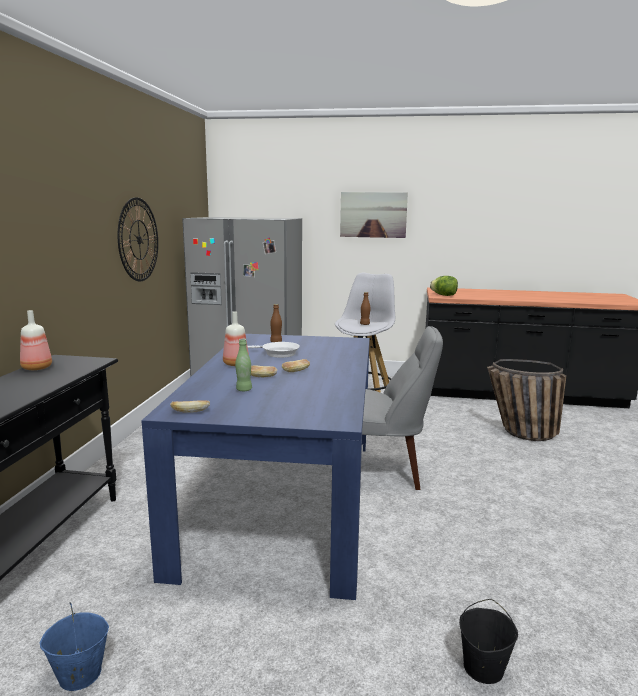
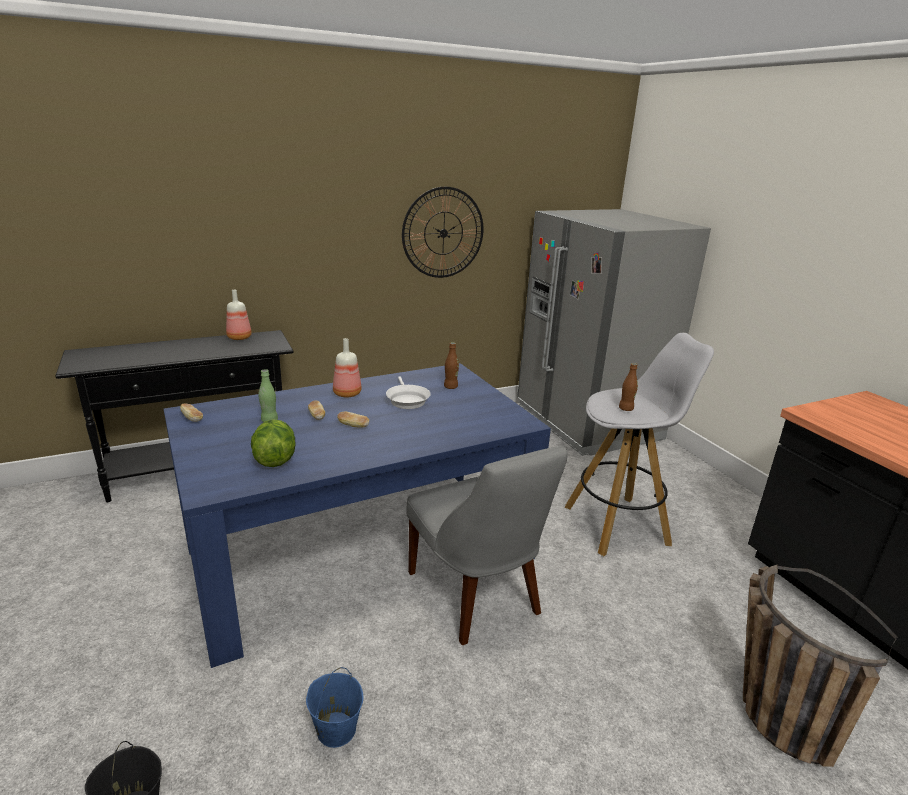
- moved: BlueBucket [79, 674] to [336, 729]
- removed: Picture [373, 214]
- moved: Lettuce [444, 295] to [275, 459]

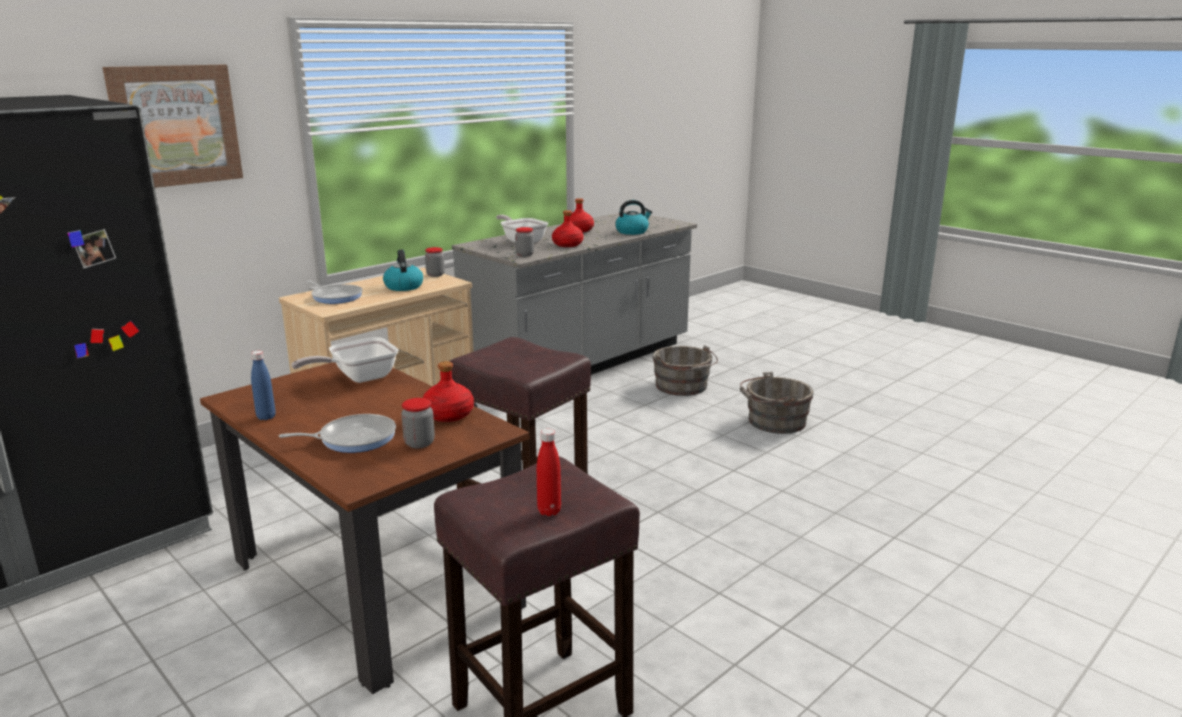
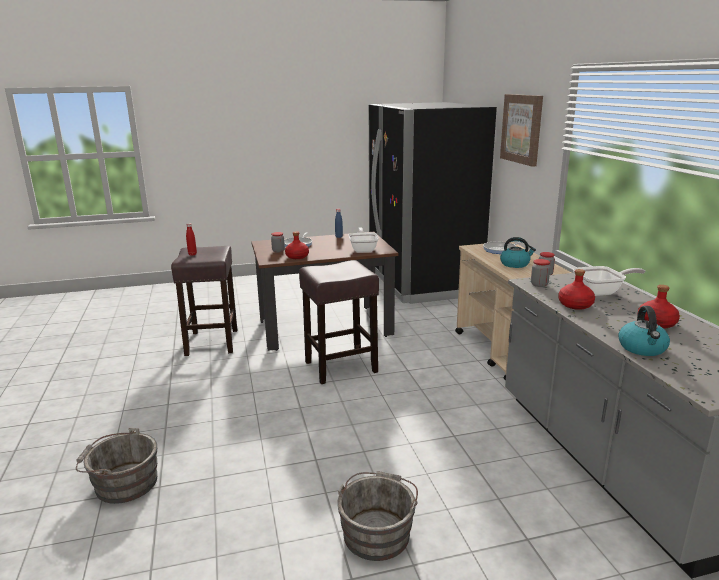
- moved: GreyBucket [683, 387] to [123, 483]

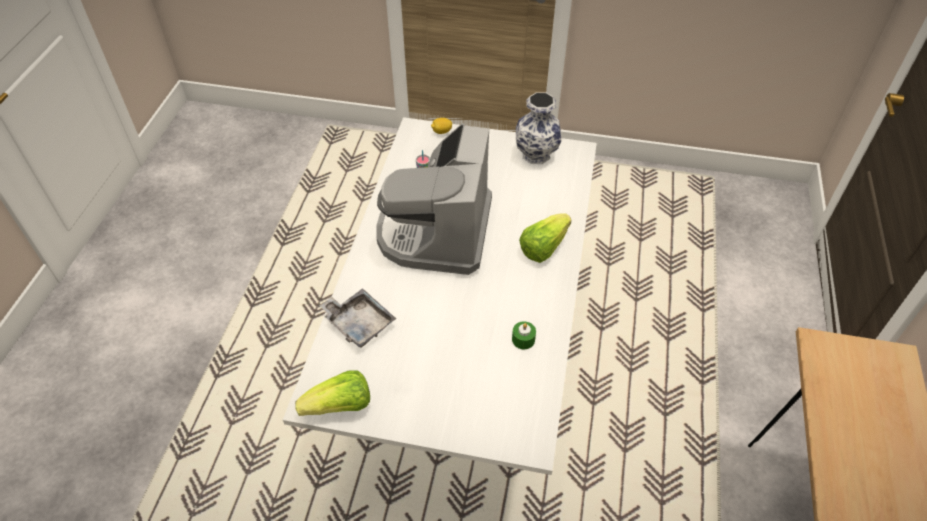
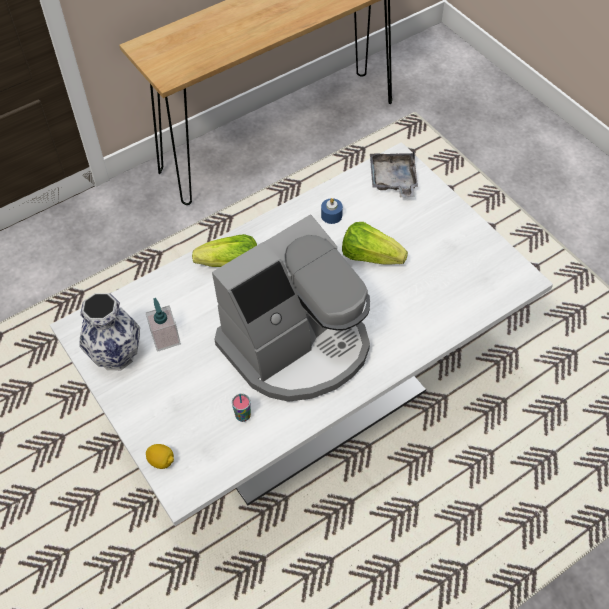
- moved: Lettuce [340, 406] to [370, 256]
- moved: GreyTray [359, 323] to [393, 180]
- recoloured: GreenCandle [523, 339] to BlueCandle [331, 215]
- added: SoapDispenser [165, 338]

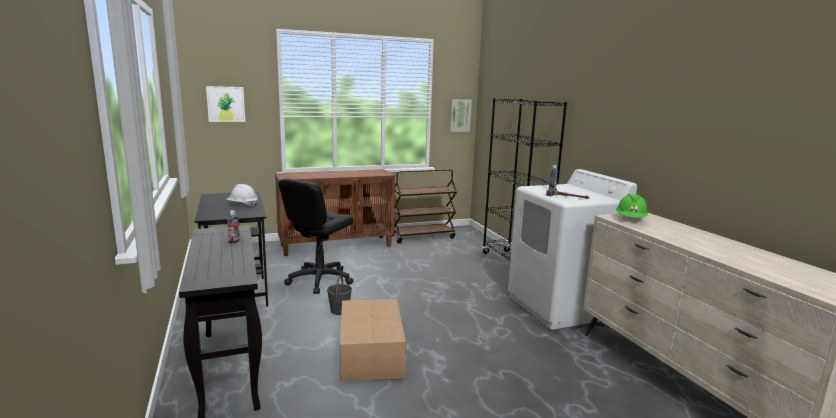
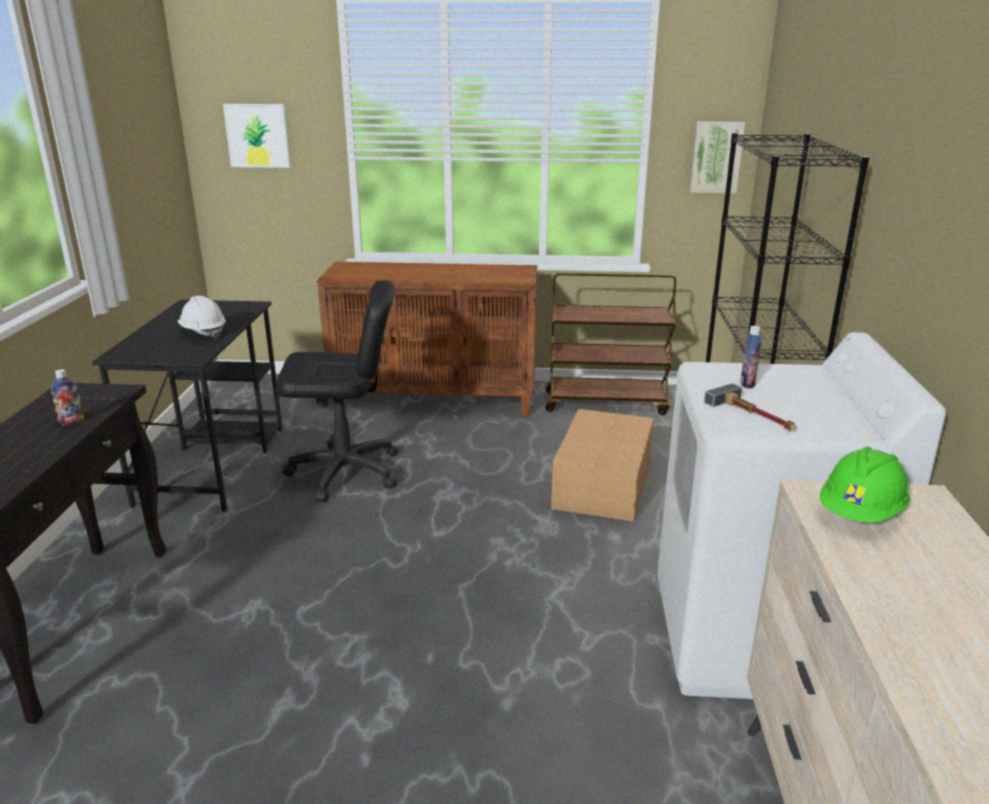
- turned: BlackOfficeChair [319, 280] = [346, 472] 150 degrees counterclockwise
- removed: GreyBucket [339, 310]
- moved: CardboardBox [371, 353] to [604, 483]

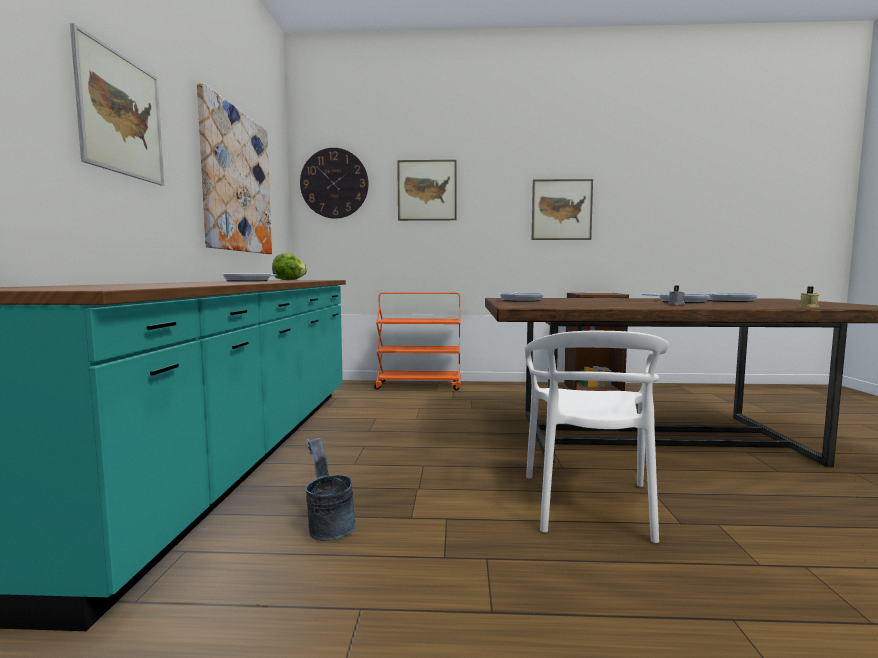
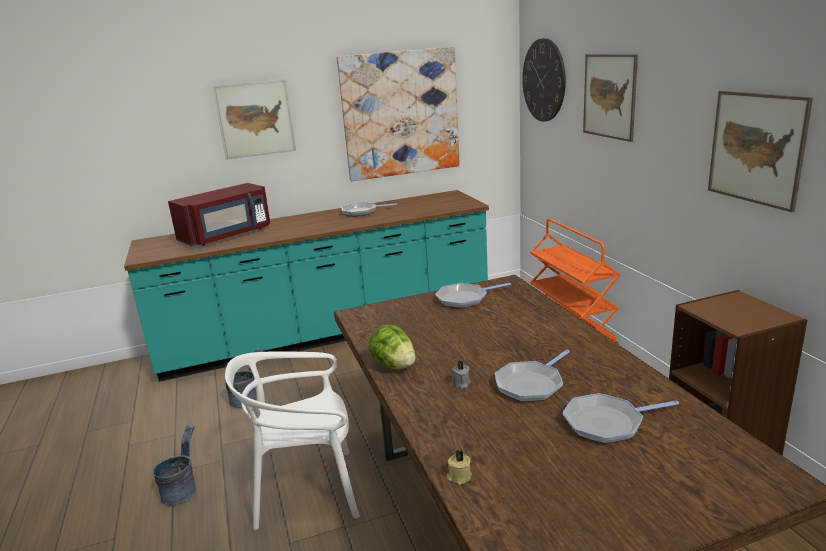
- moved: Lettuce [289, 280] to [394, 365]
- added: GreyBucket [183, 490]
- added: RedMicrowave [227, 235]

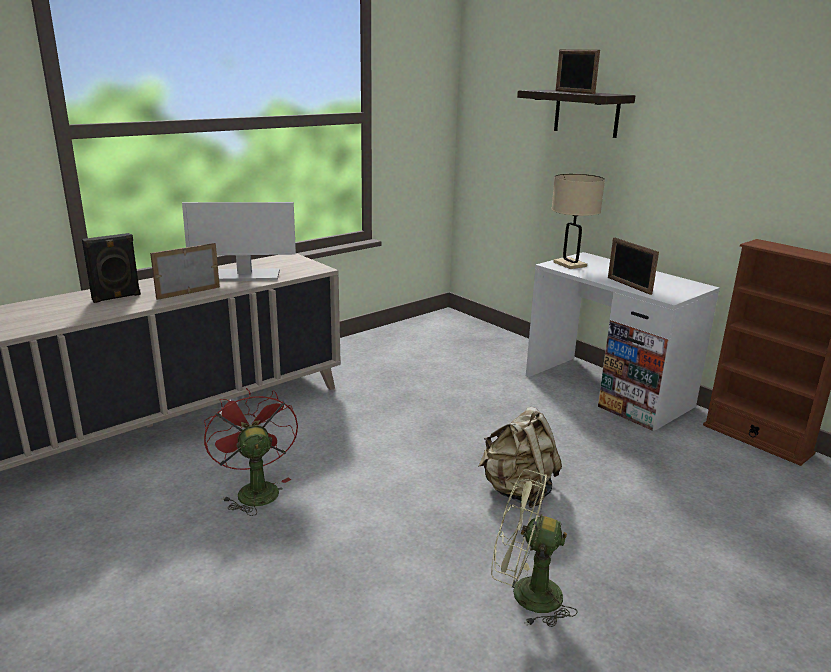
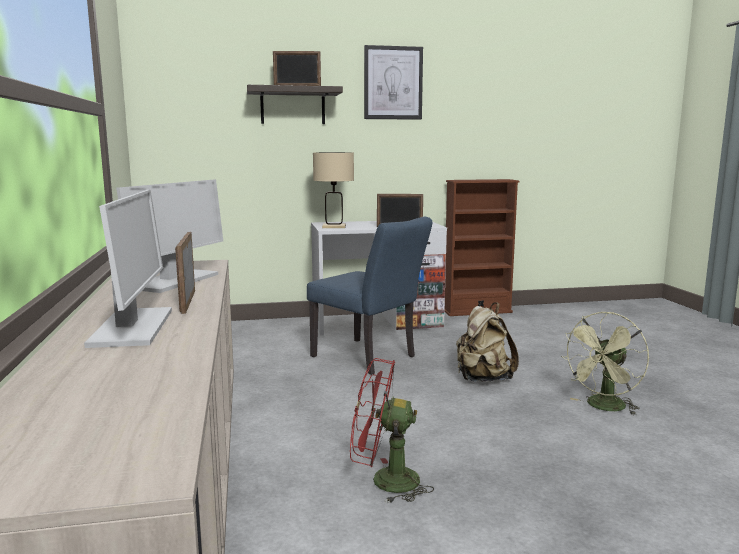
- replaced: BlackSpeaker [116, 297] to Monitor [133, 328]
- added: BlueChair [369, 358]
- added: Picture [393, 83]

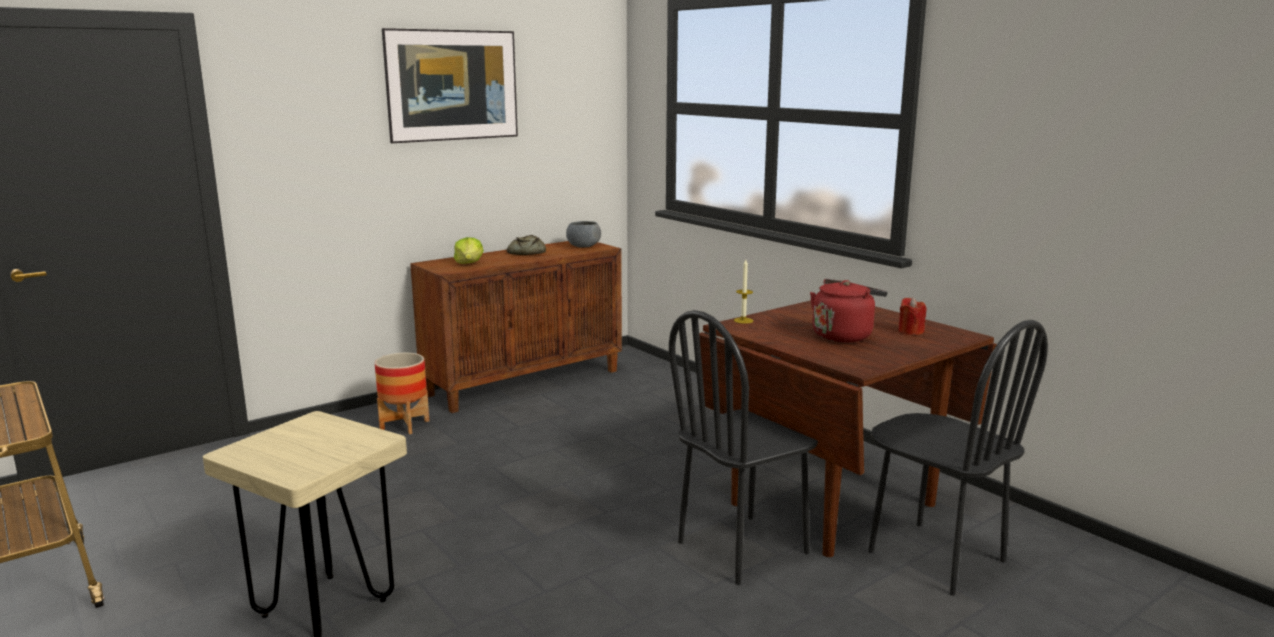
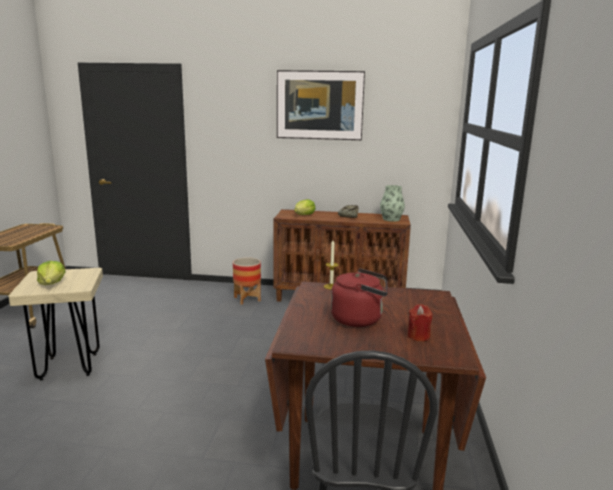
- replaced: GreyBowl [583, 246] to Vase [391, 219]
- removed: BlackChair [743, 548]
- added: Lettuce [52, 284]

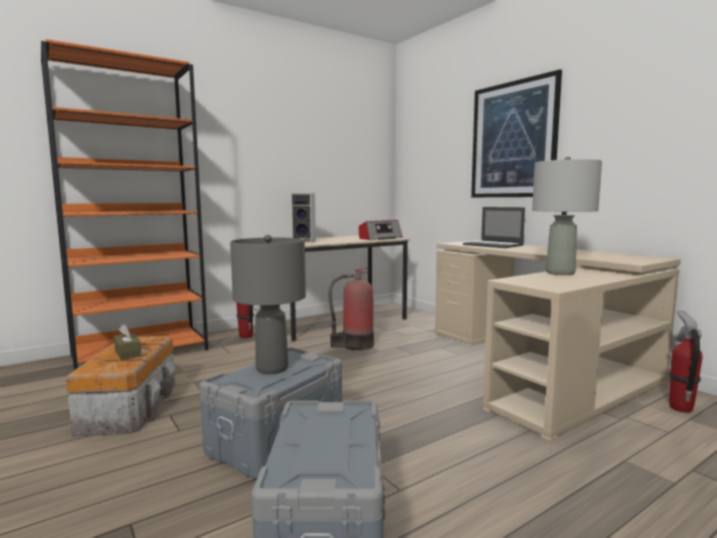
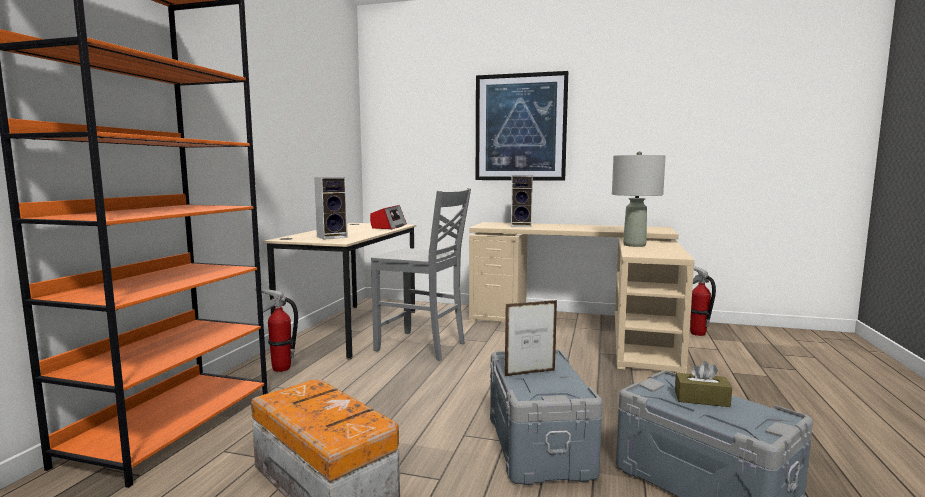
- moved: BrownTissueBox [128, 353] to [701, 399]
- replaced: GreyTableLamp [272, 368] to PictureFrame [530, 373]
- replaced: FireExtinguisher [355, 345] to GreyChair [422, 347]
- replaced: Laptop [493, 245] to Speaker [522, 225]

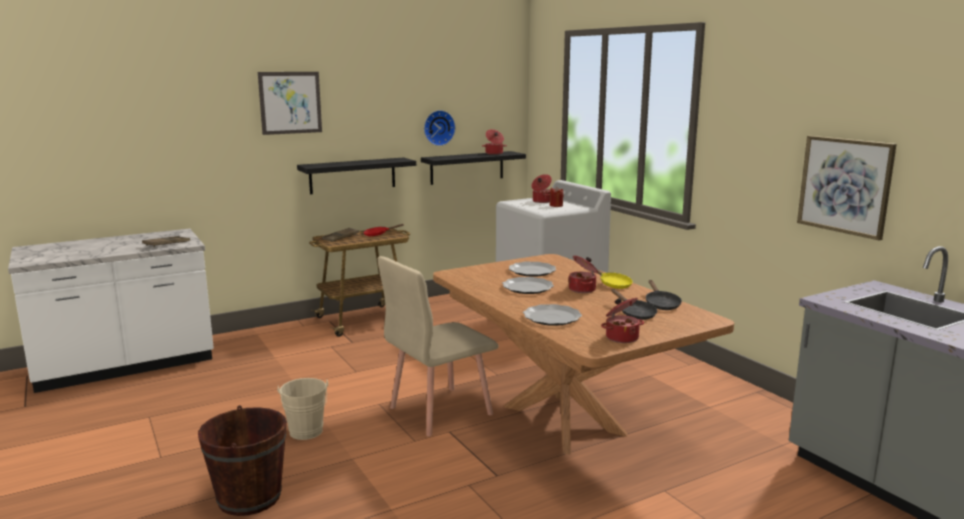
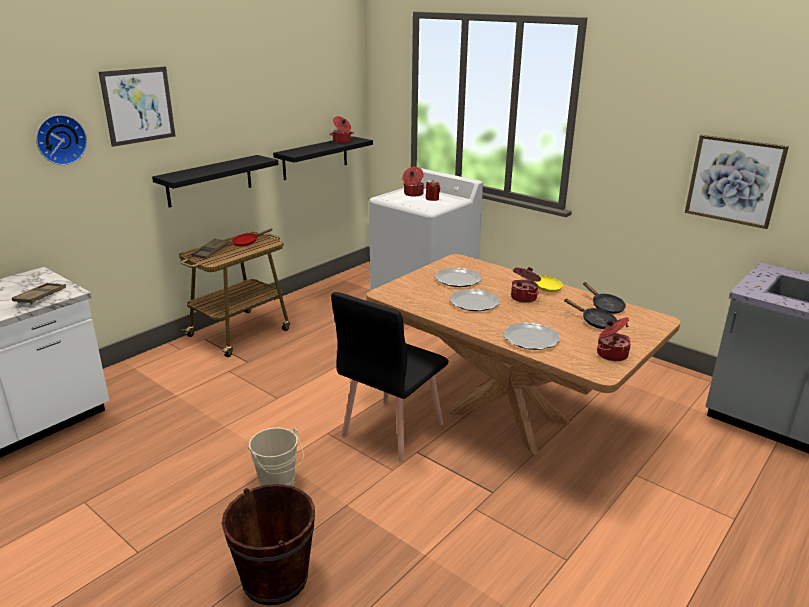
- recoloured: BeigeChair [439, 411] to BlackChair [391, 429]
- moved: WallClock [438, 127] to [60, 139]

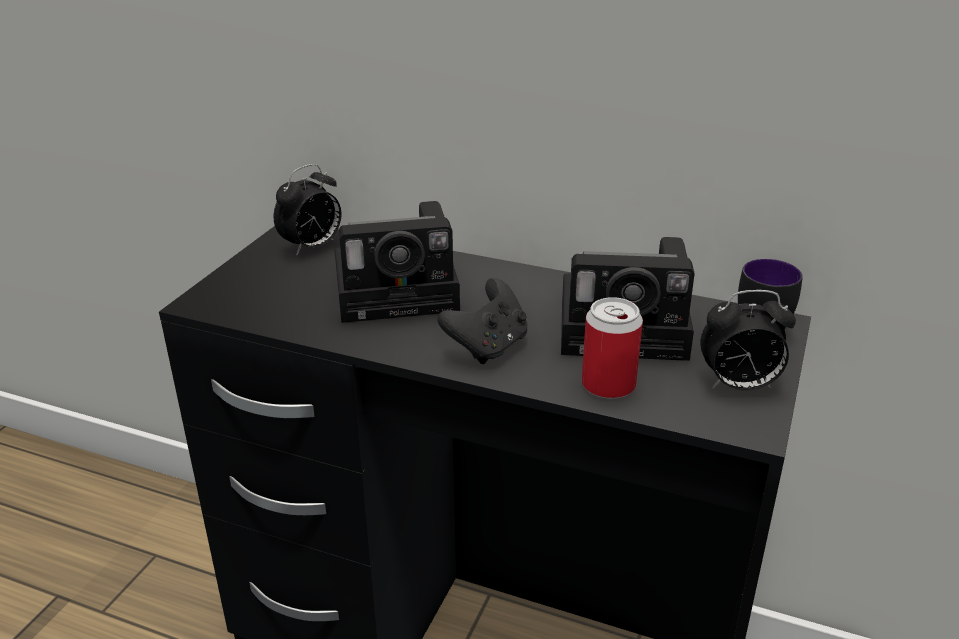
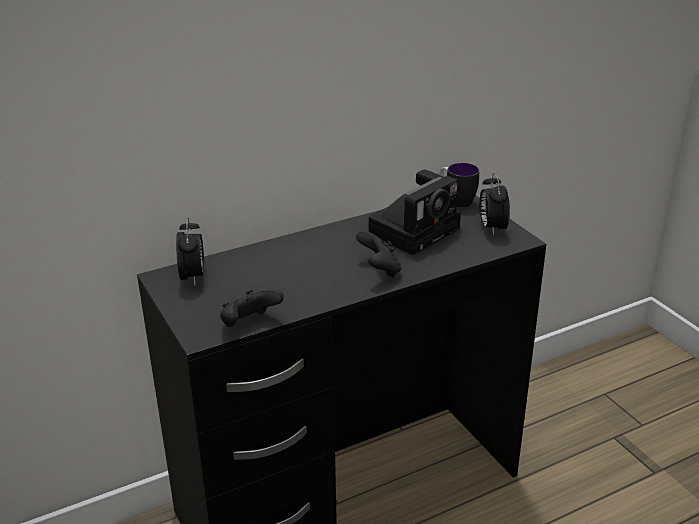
- removed: PhotoCamera [402, 291]
- removed: Can [608, 385]
- turned: AlarmClock [738, 386] = [491, 228] 135 degrees clockwise
- added: BlackGameController [249, 324]

